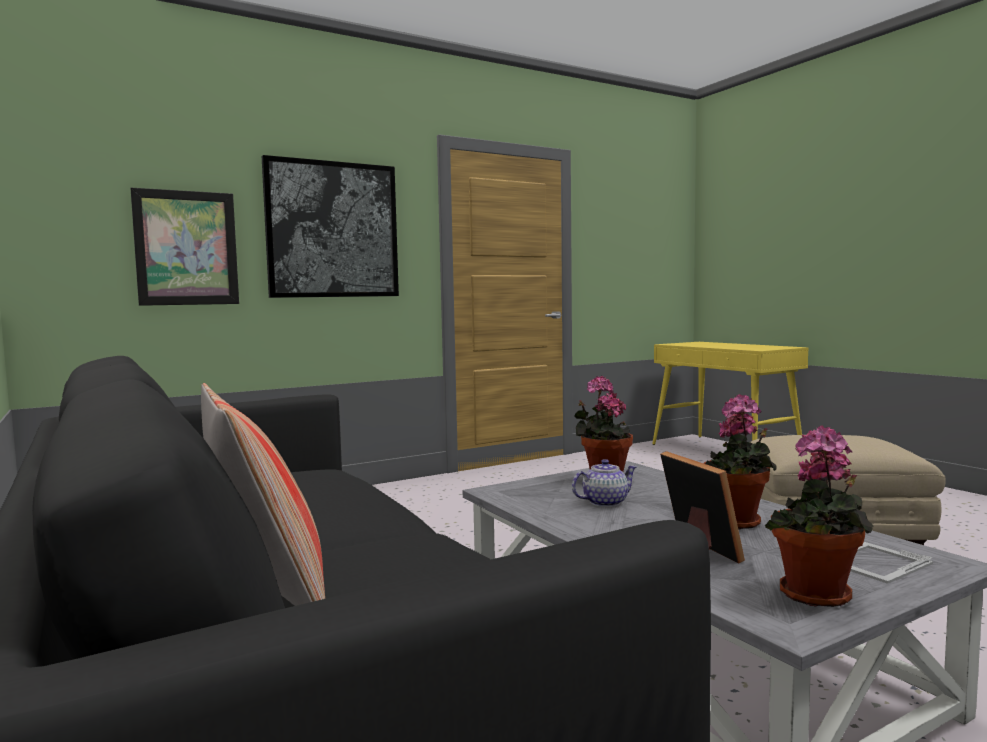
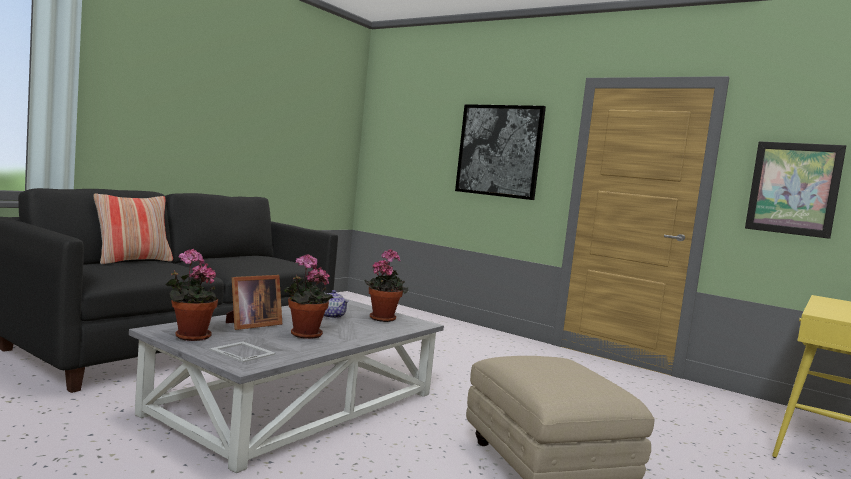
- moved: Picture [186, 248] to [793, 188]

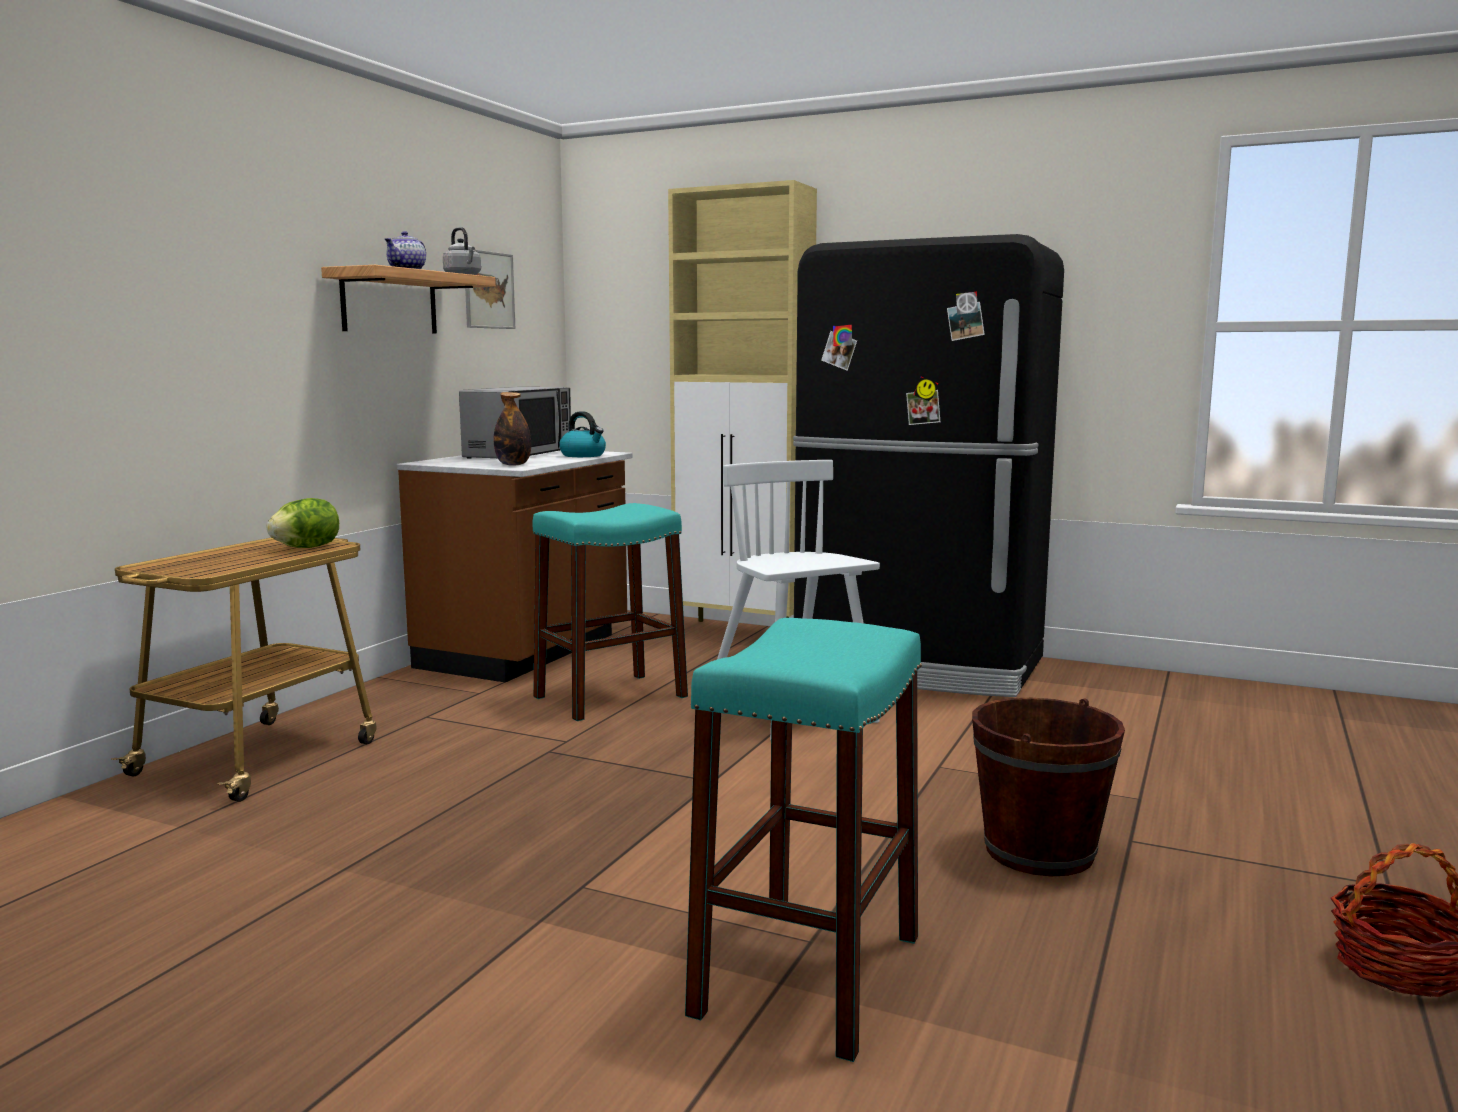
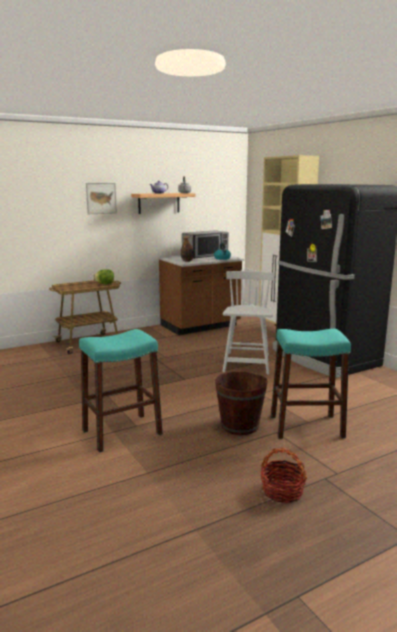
- moved: Picture [488, 290] to [101, 198]
- moved: TurquoiseStool [611, 697] to [306, 426]

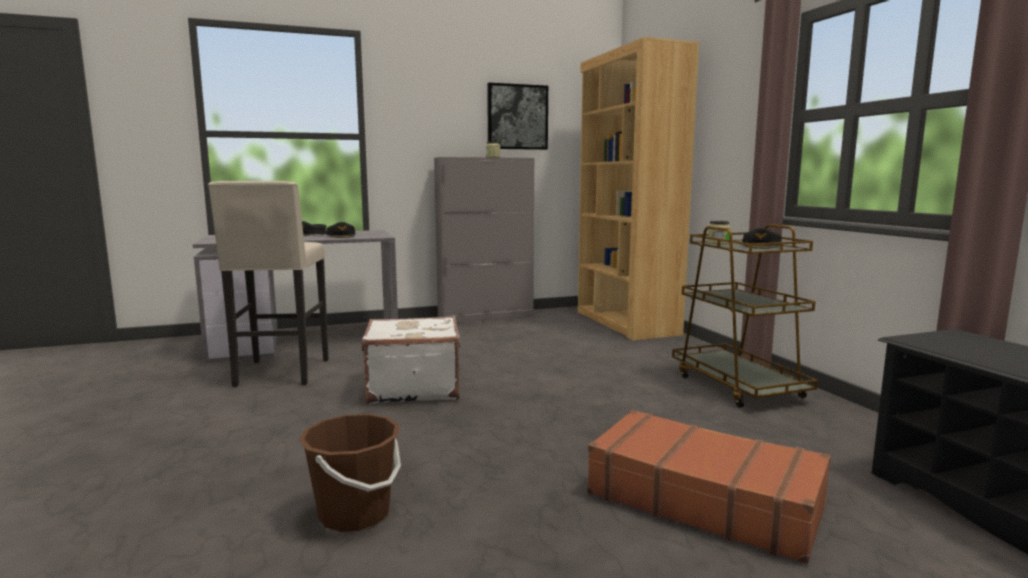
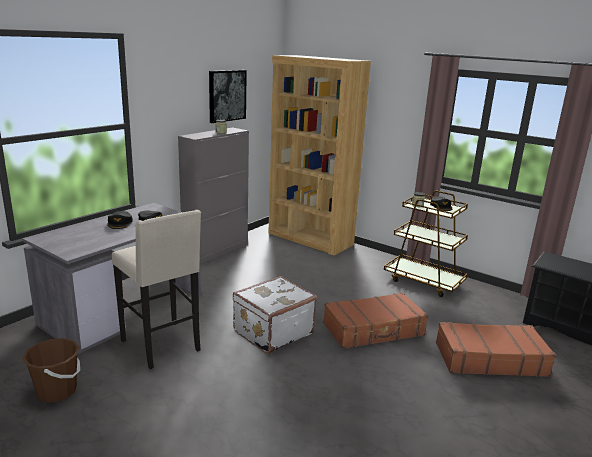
- moved: BrownBucket [355, 514] to [57, 391]
- added: BrownSuitcase [374, 330]

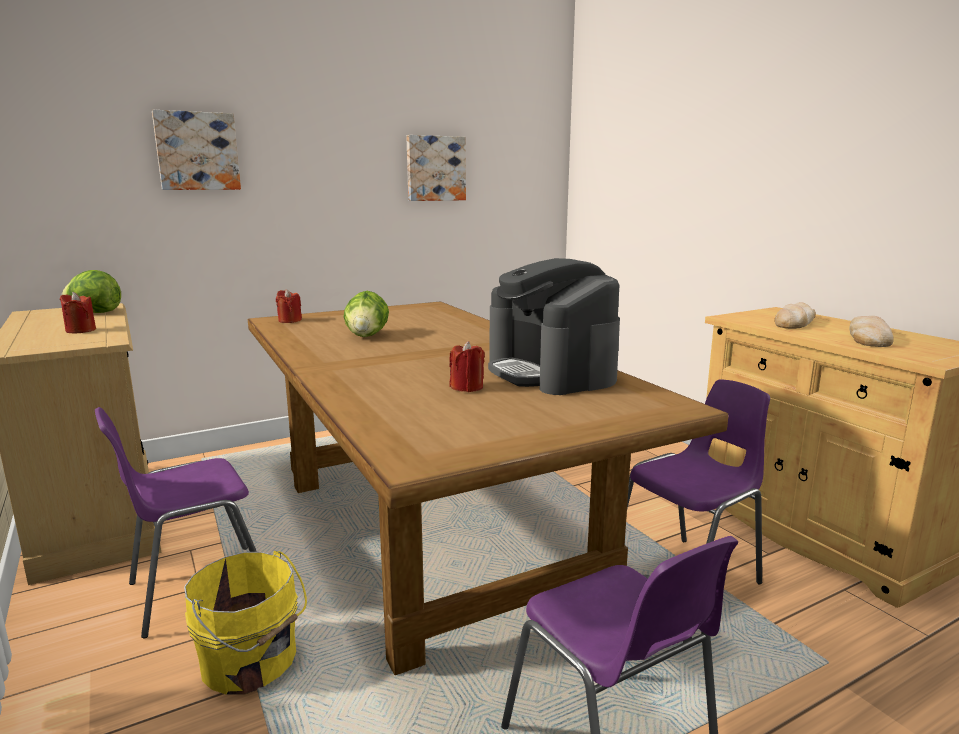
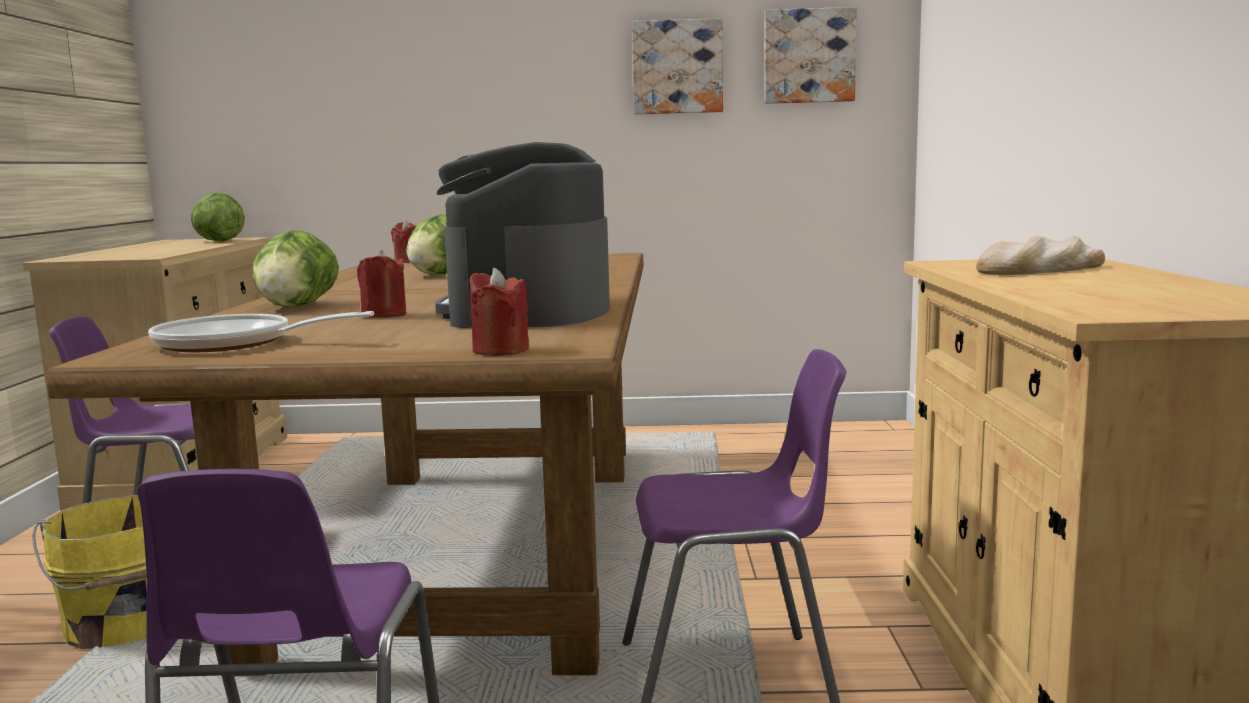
- moved: RedCandle [81, 330] to [500, 350]
- moved: Picture [197, 151] to [808, 56]
- removed: Bread [868, 337]
- added: FryingPan [234, 344]
- added: Lettuce [296, 307]

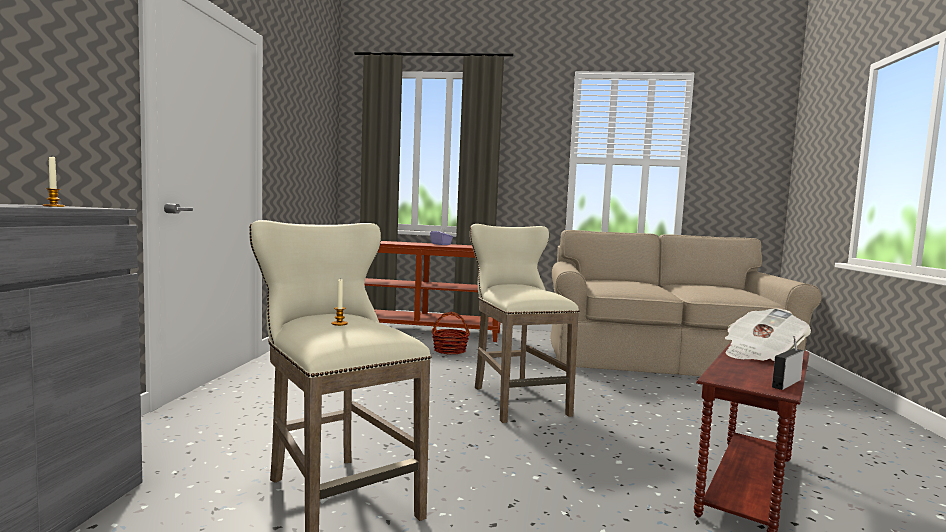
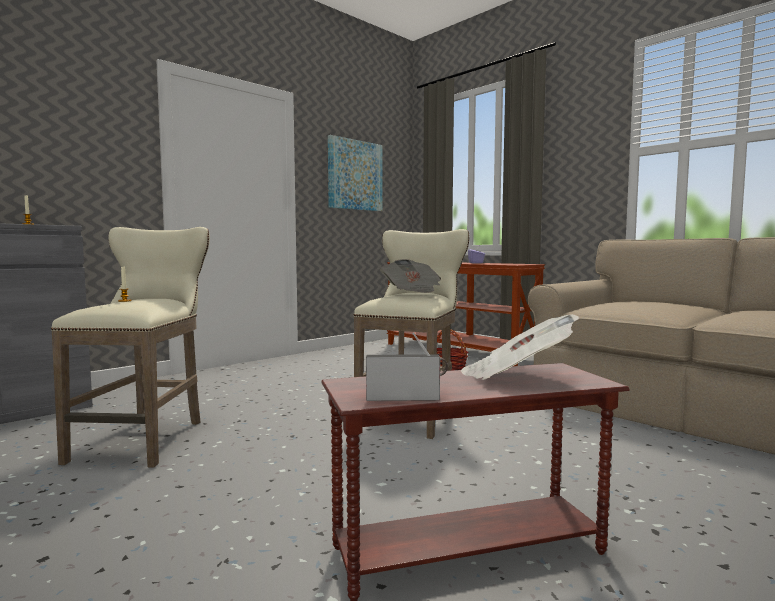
- added: Picture [355, 175]
- added: Newspaper [412, 294]

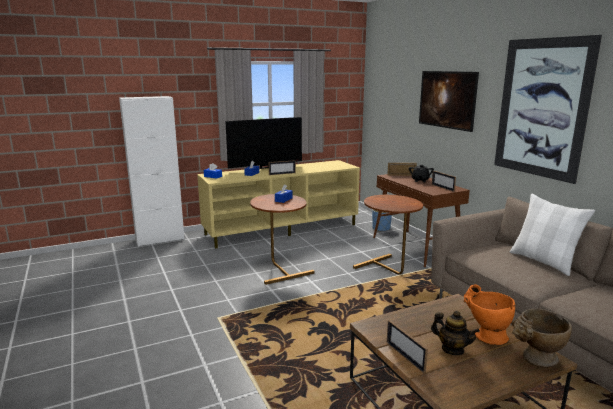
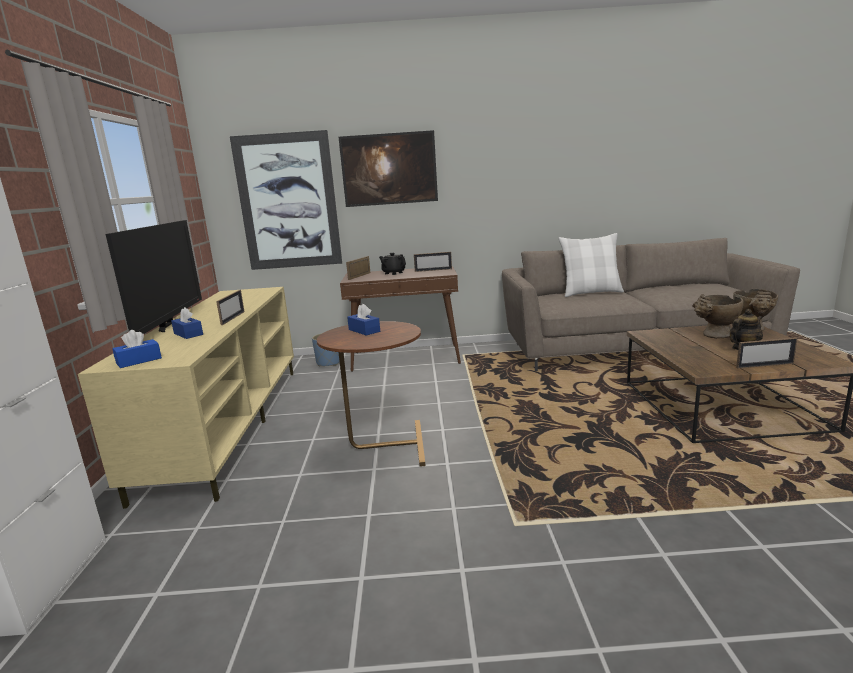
- removed: BrownSideTable [388, 269]
- recoloured: OrangeVase [485, 336] to BeigeVase [714, 336]
- moved: Picture [541, 108] to [288, 202]

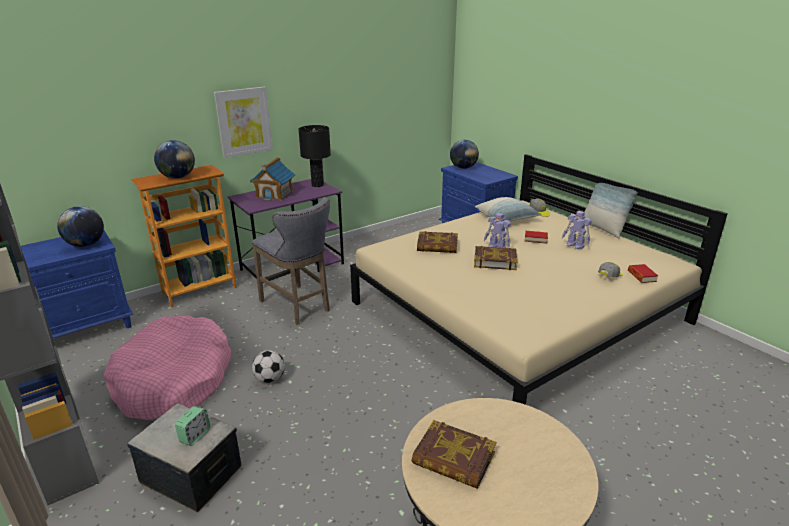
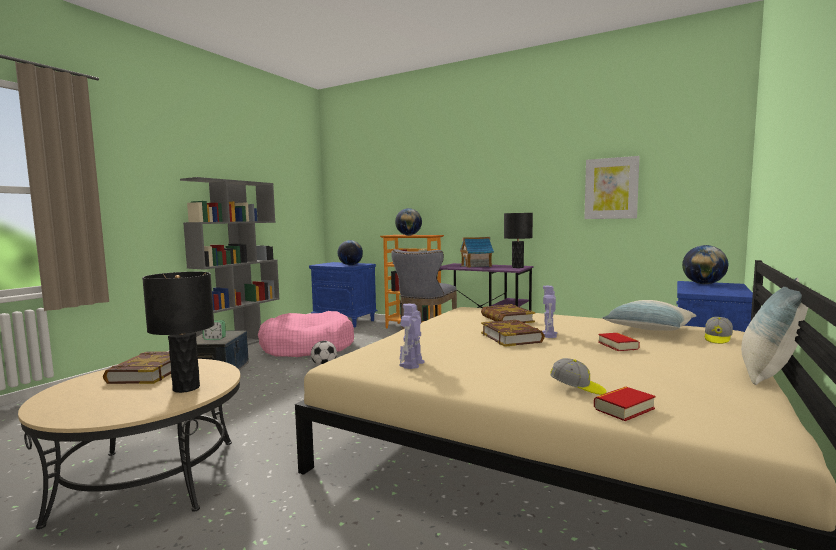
- moved: Picture [244, 122] to [611, 188]
- moved: ToyRobot [575, 246] to [411, 364]
- added: BlackTableLamp [186, 388]

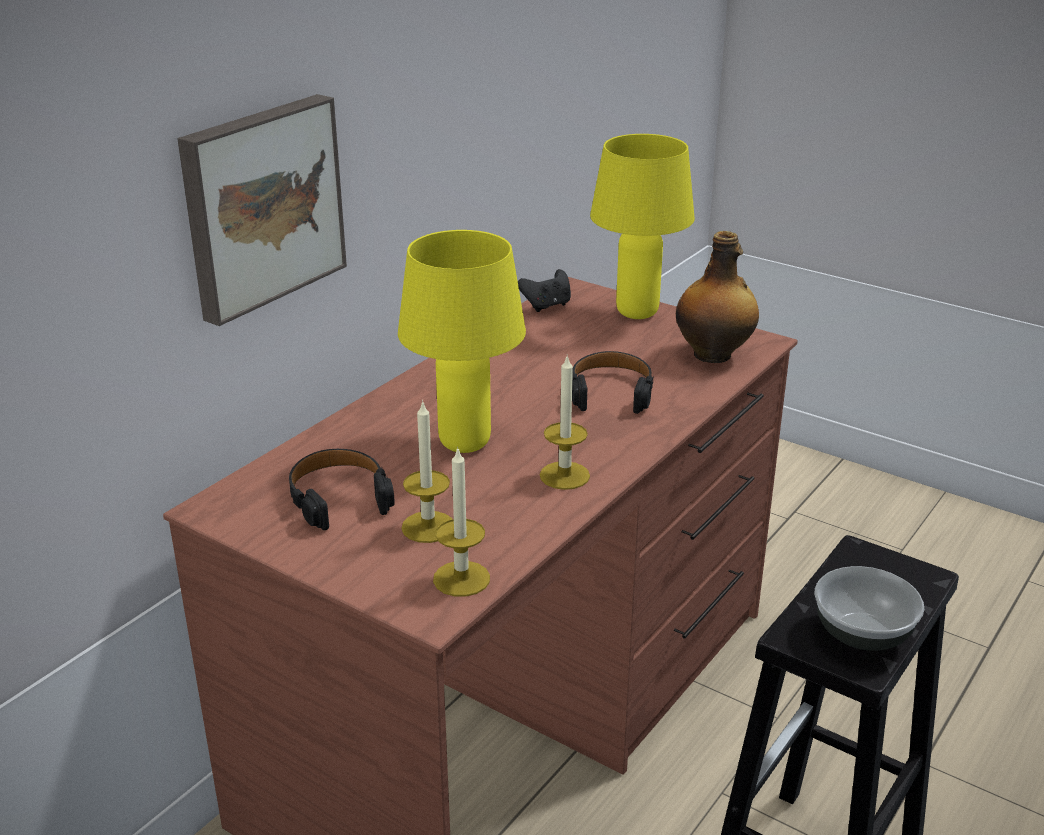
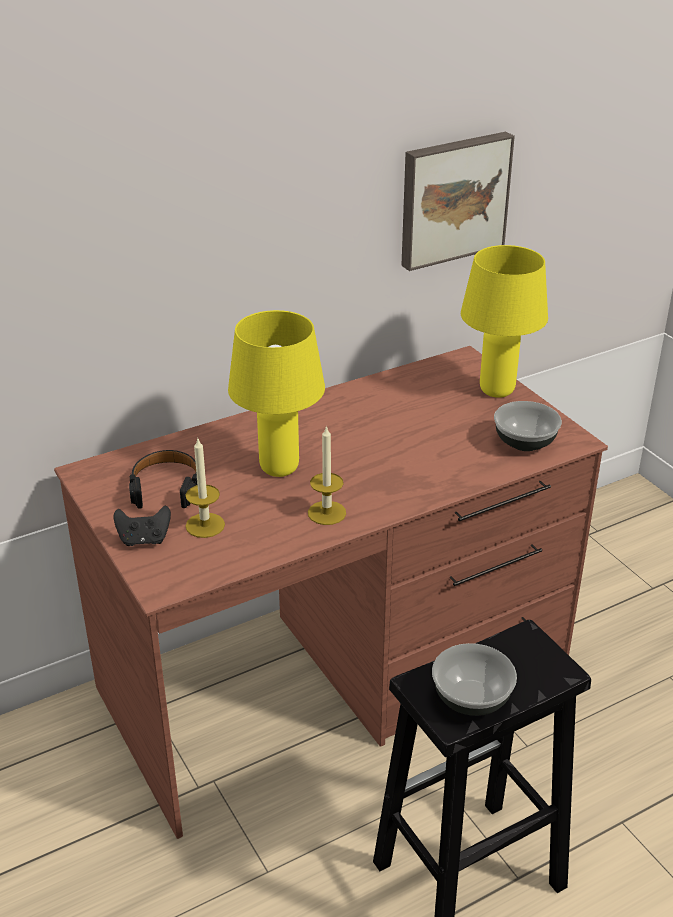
- moved: Picture [261, 205] to [453, 199]
- removed: Candle [461, 579]
- moved: BlackGameController [546, 306] to [144, 540]
- removed: BlackHeadphones [611, 392]
- replaced: Bottle [714, 355] to Bowl [525, 443]

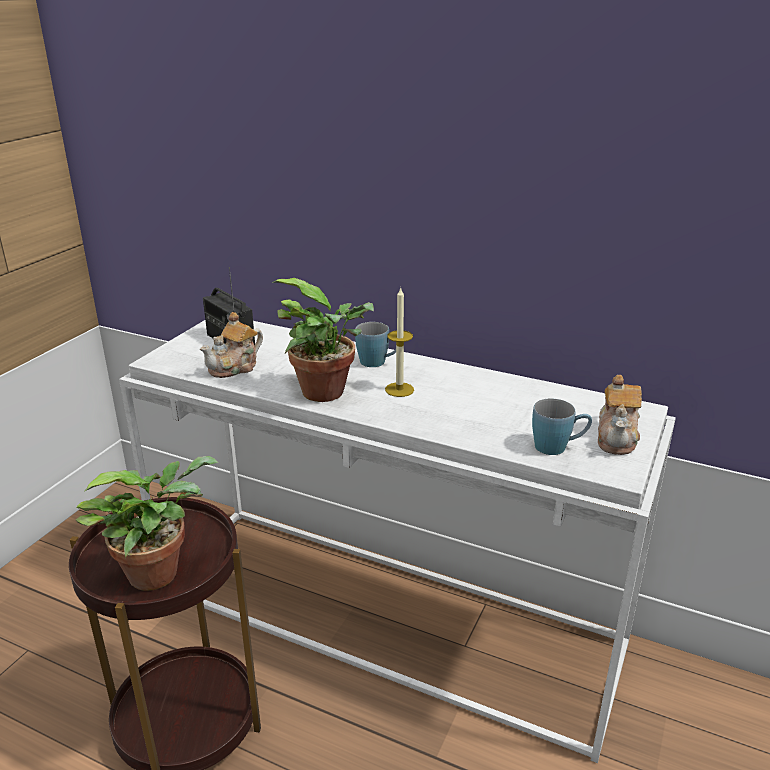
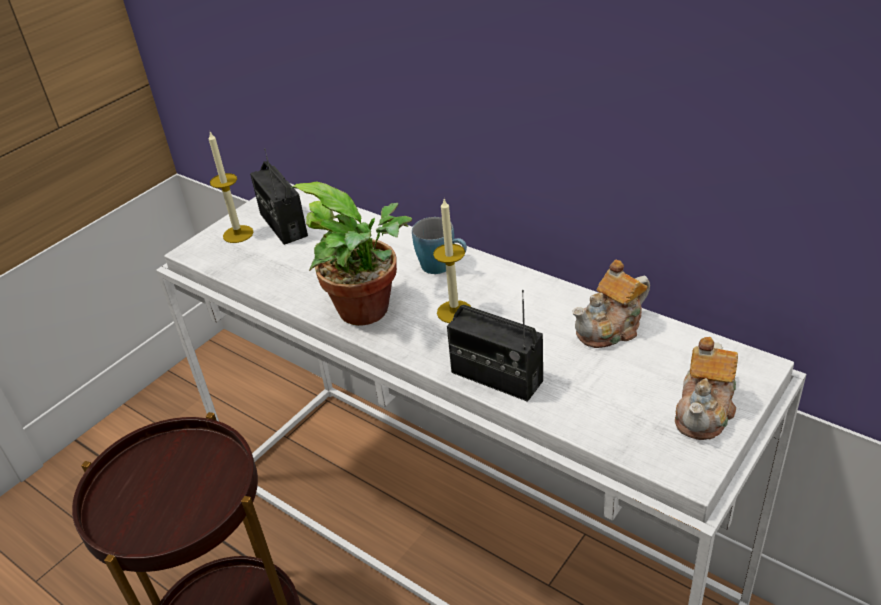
- removed: PottedPlant [159, 571]
- moved: Teapot [235, 367] to [611, 329]
- removed: BlueMug [558, 447]
- added: Candle [238, 234]
- added: Radio [496, 377]

